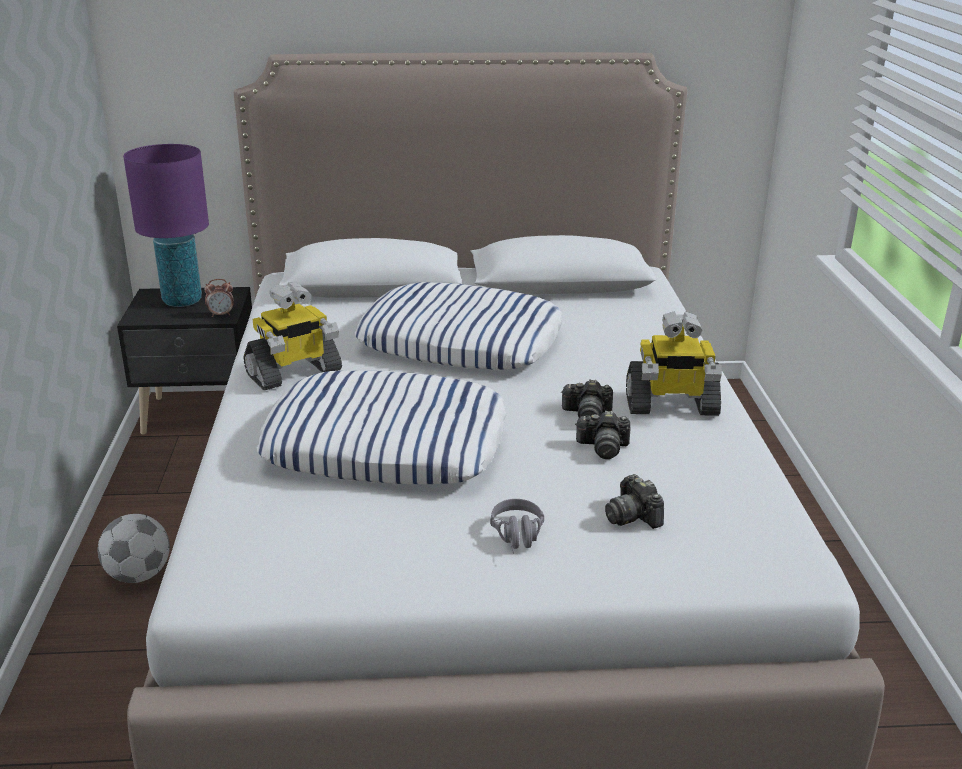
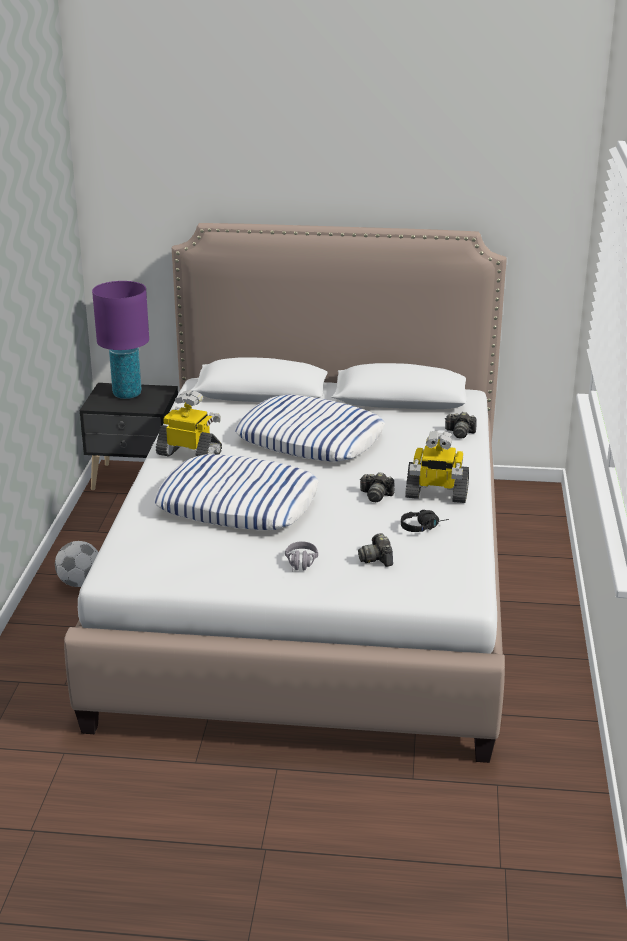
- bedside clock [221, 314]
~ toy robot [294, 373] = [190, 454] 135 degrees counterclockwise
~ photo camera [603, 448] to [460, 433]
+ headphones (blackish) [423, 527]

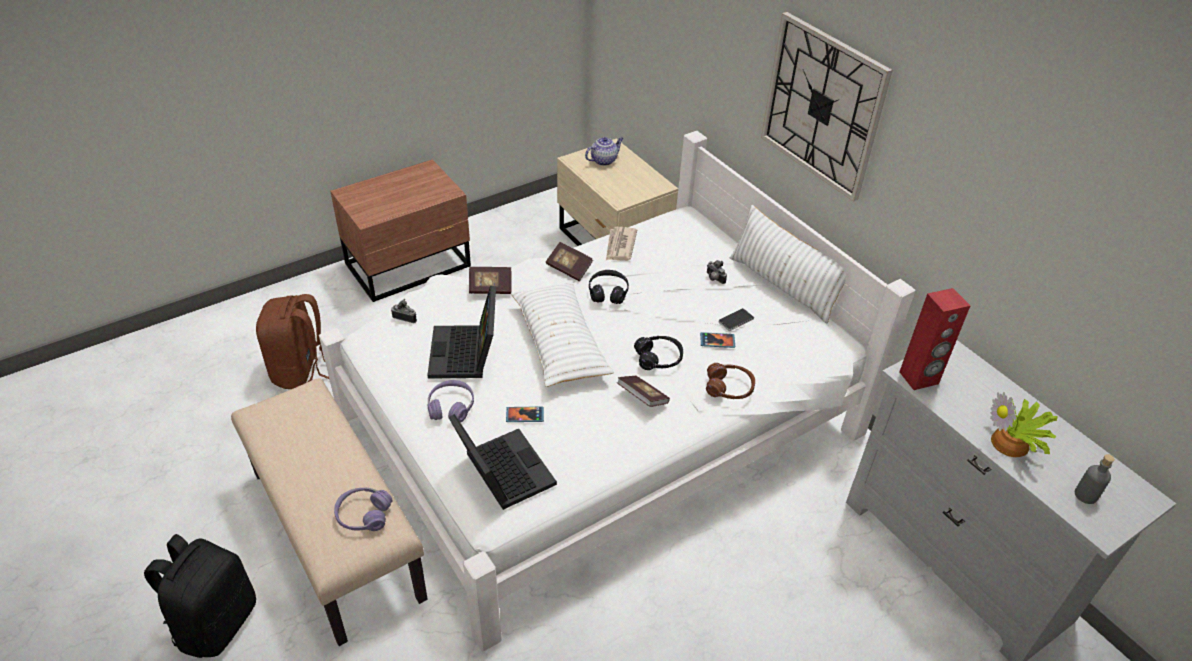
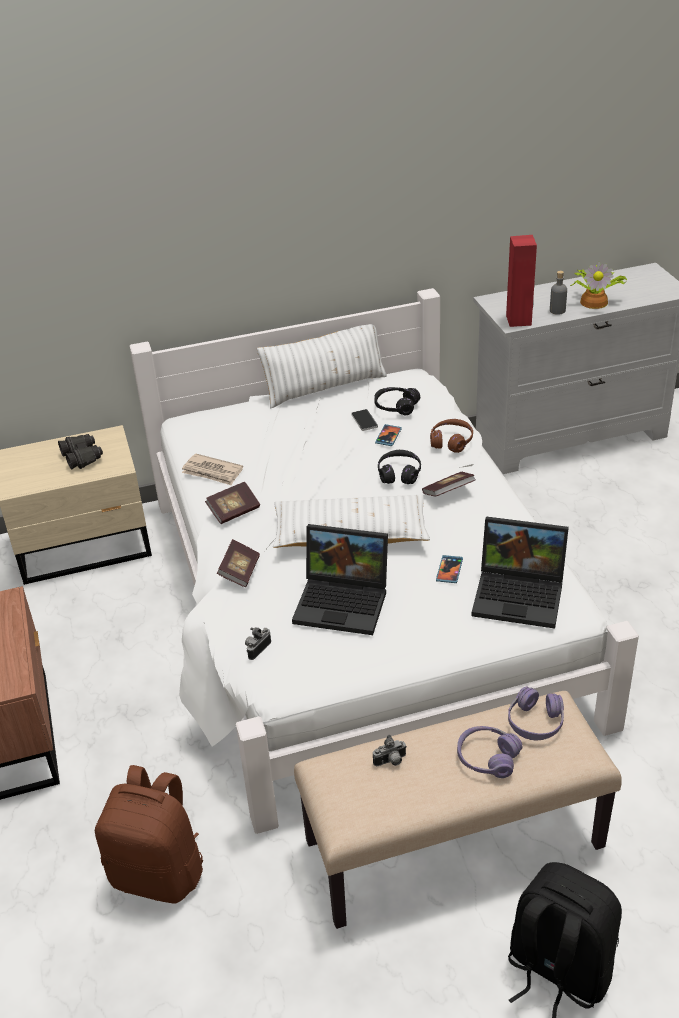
- wall clock [822, 106]
- tea pot [604, 160]
~ photo camera [714, 279] to [391, 762]
~ headphones (blackish) [608, 292] to [396, 407]
~ headphones (purplish) [451, 407] to [487, 758]
~ notebook computer [501, 471] = [521, 595] 150 degrees counterclockwise
~ bottle (gray) [1085, 495] to [557, 310]
+ field glasses (blackish) [82, 457]

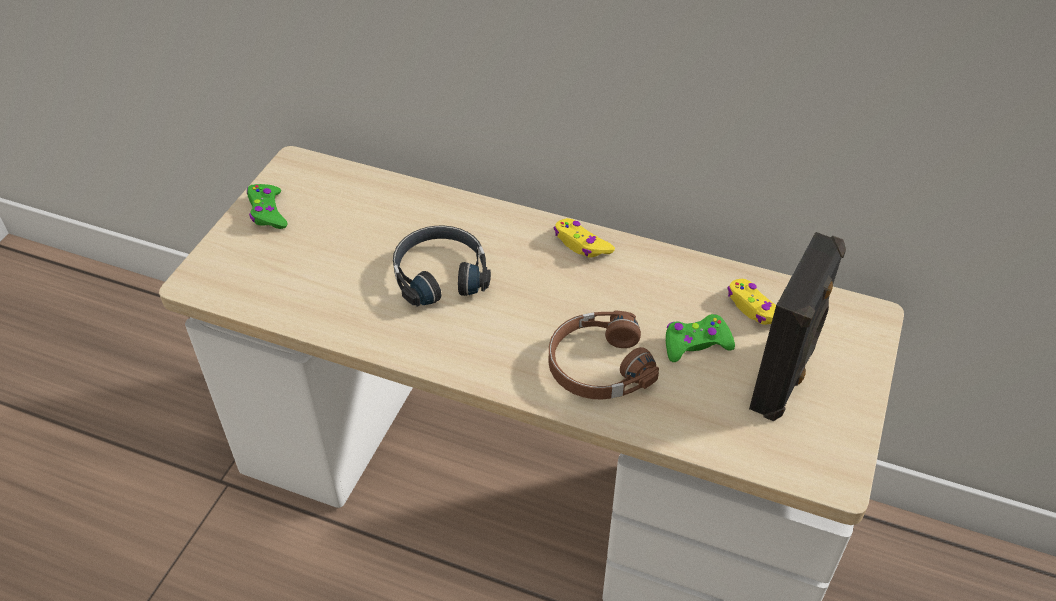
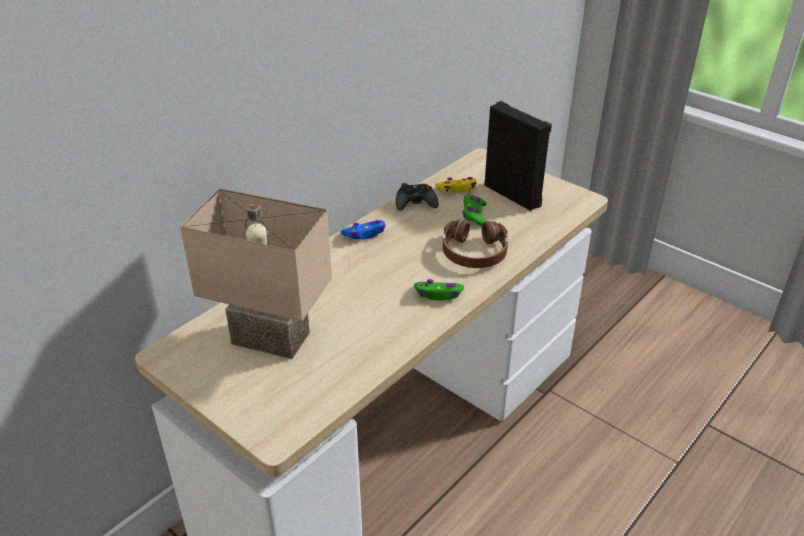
~ gamepad (green-coloured) [267, 212] to [438, 294]
~ gamepad (yellowish) [581, 244] to gamepad (blue-coloured) [365, 234]
- headphones (blackish) [440, 274]
+ gamepad (blackish) [415, 203]
+ table lamp (sand-coloured) [273, 336]

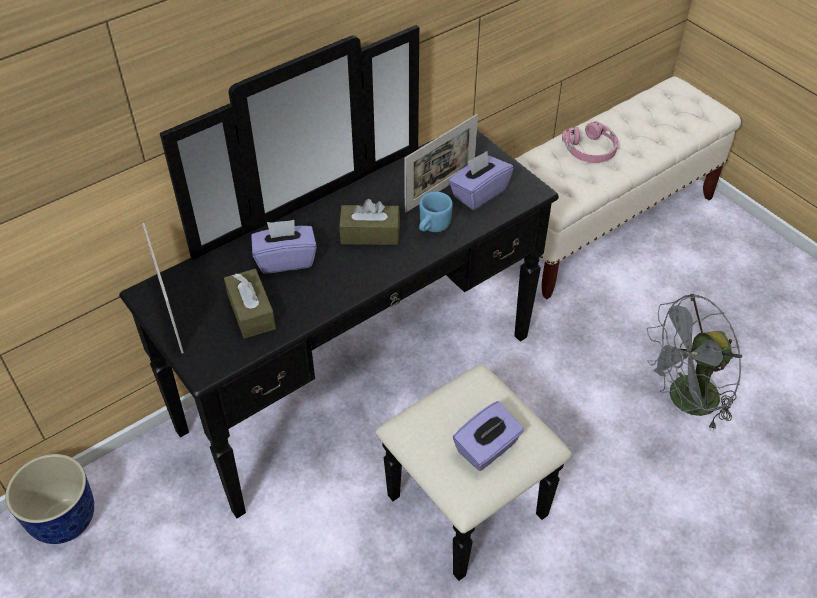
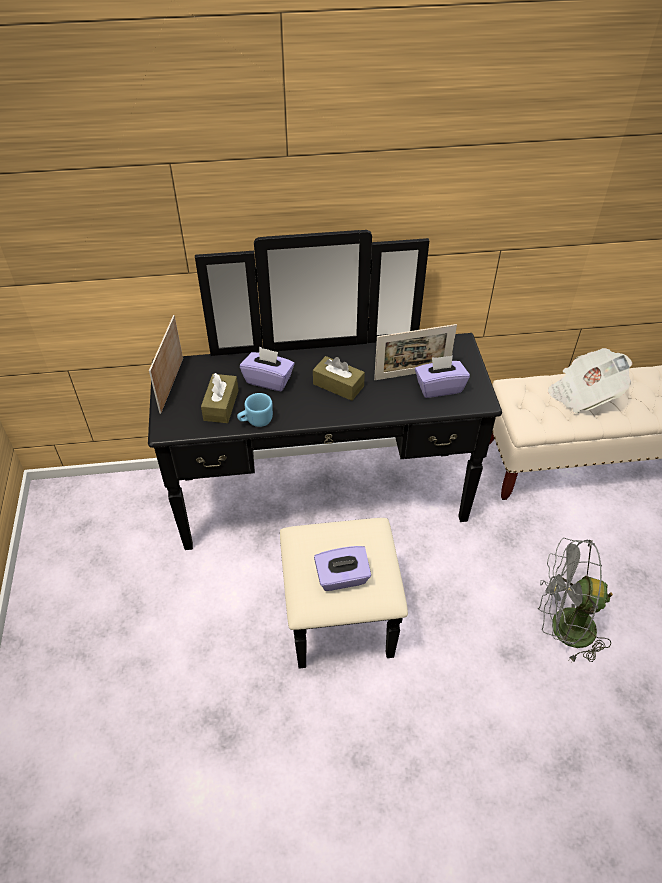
~ headphones (pink) [590, 150] to daily paper [584, 394]
~ coffee mug (blue-coloured) [432, 227] to [255, 421]
- planter [64, 520]

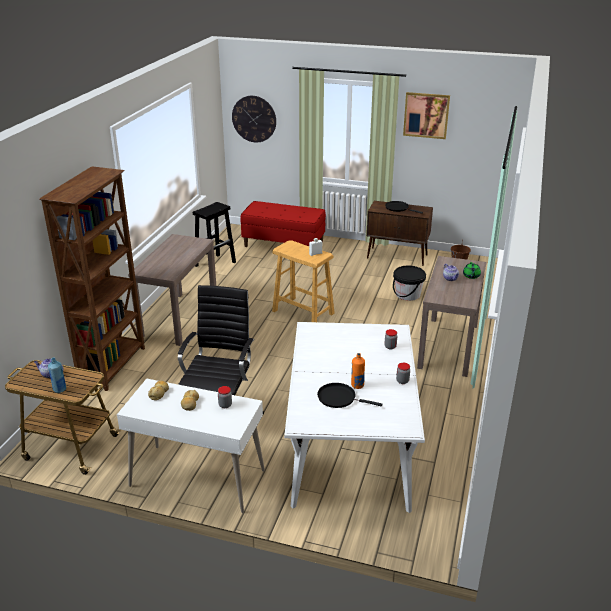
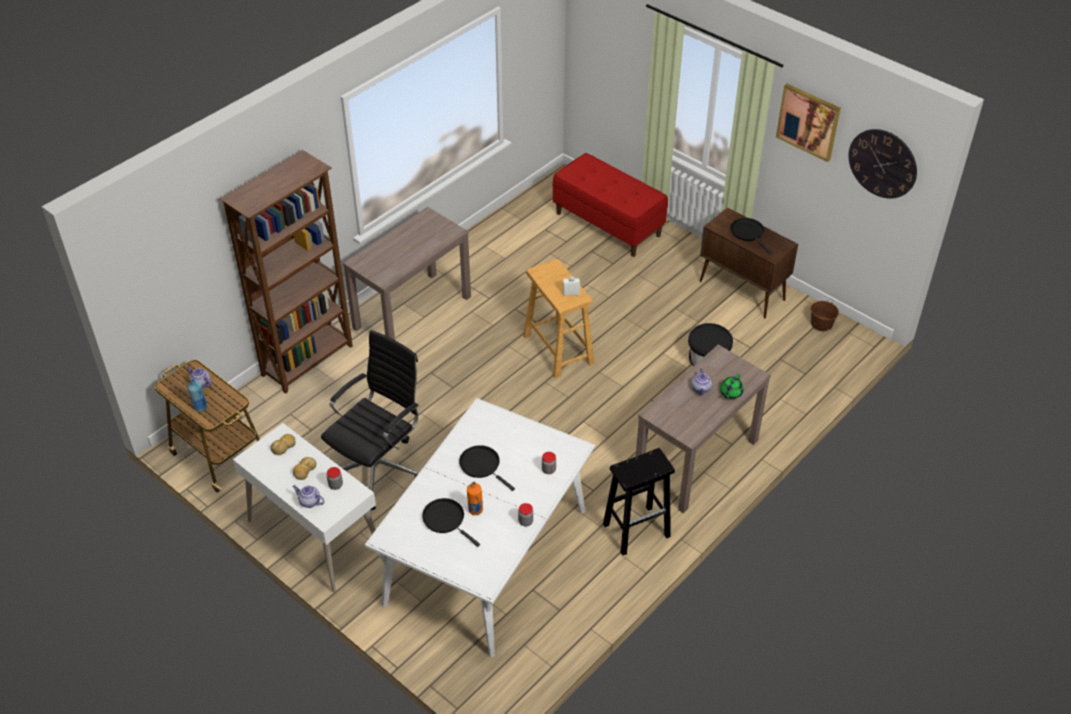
~ wall clock [254, 119] to [882, 163]
~ sitting stool (blackish) [215, 264] to [637, 530]
+ frying pan (blackish) [482, 465]
+ tea pot [309, 502]

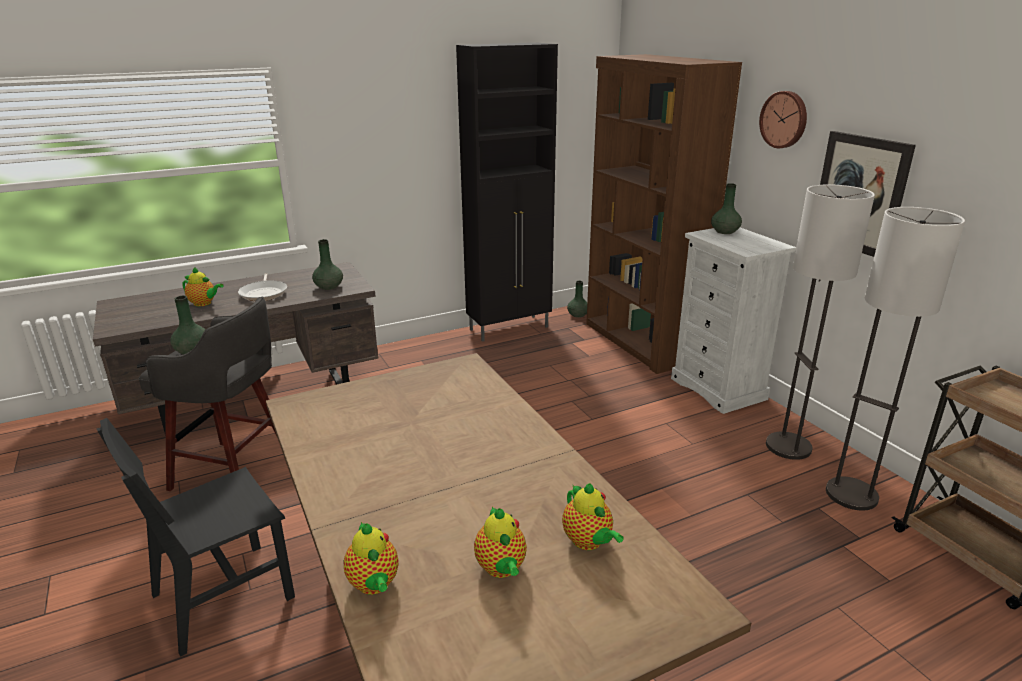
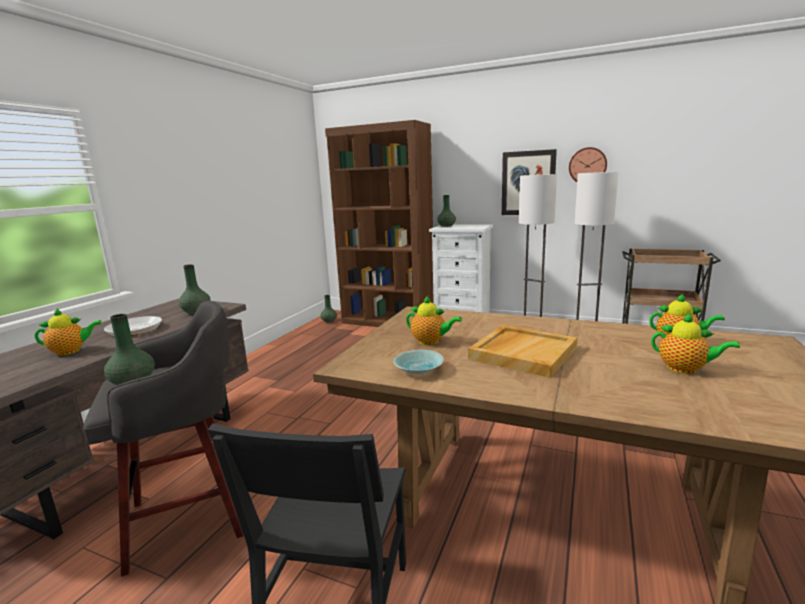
- storage cabinet (blackish) [510, 328]
~ wall clock [784, 119] to [587, 166]
~ tea pot [374, 585] to [431, 342]
+ tray (sand-coloured) [522, 353]
+ serving bowl (turquoise) [420, 370]

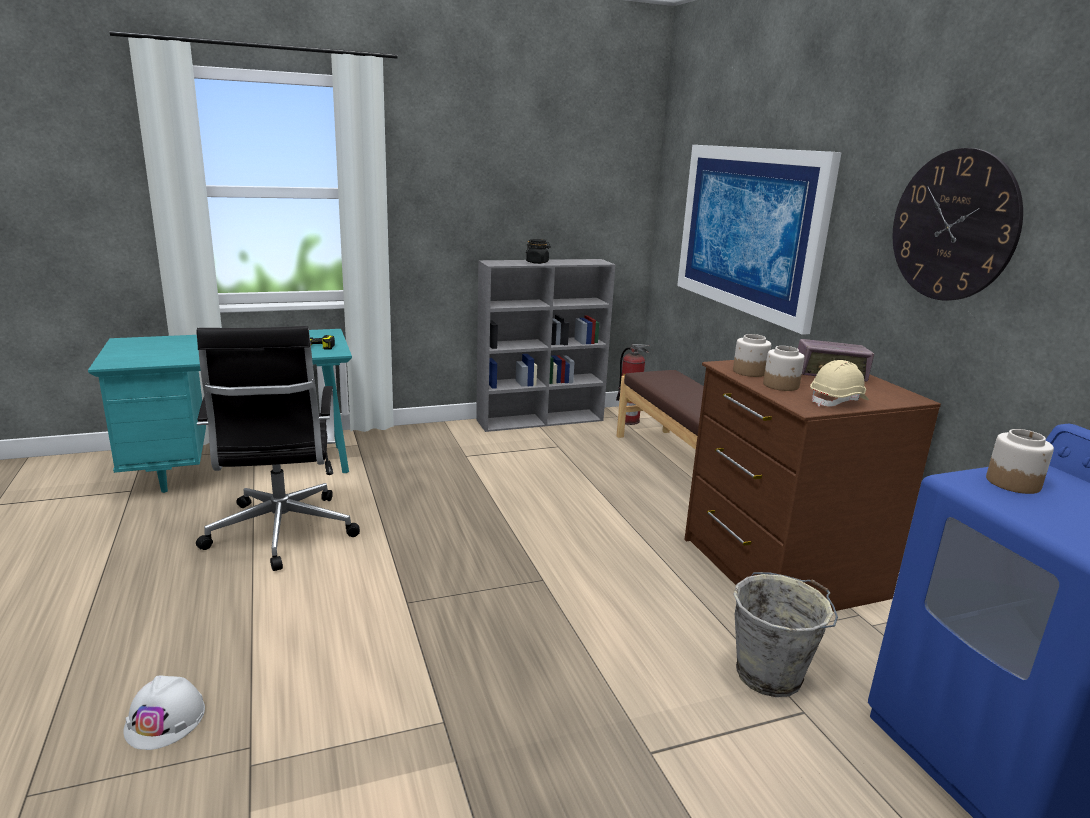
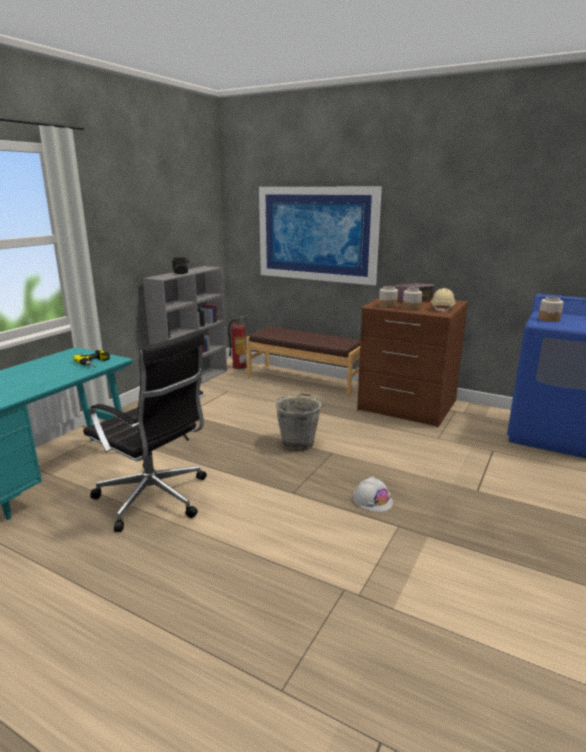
- wall clock [953, 226]
~ water bucket (gray) [771, 674] to [298, 443]
~ safety helmet (whitish) [165, 719] to [372, 500]

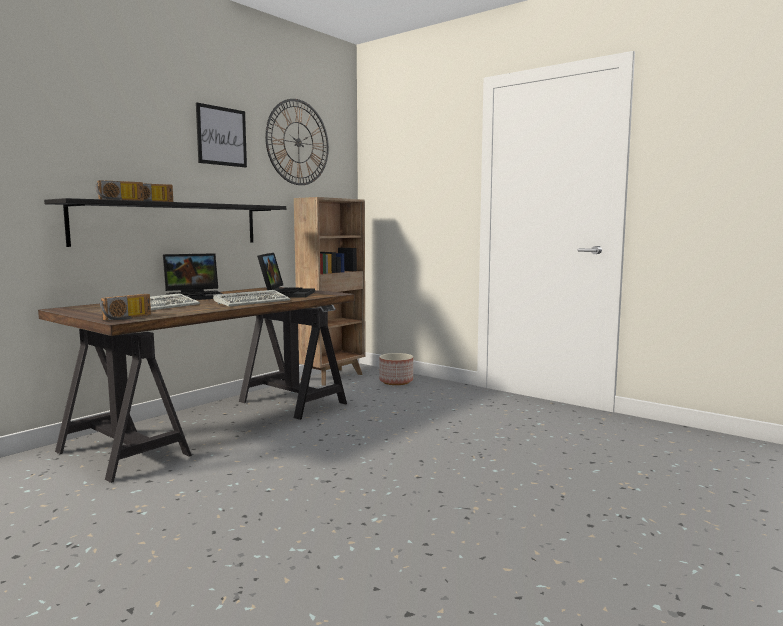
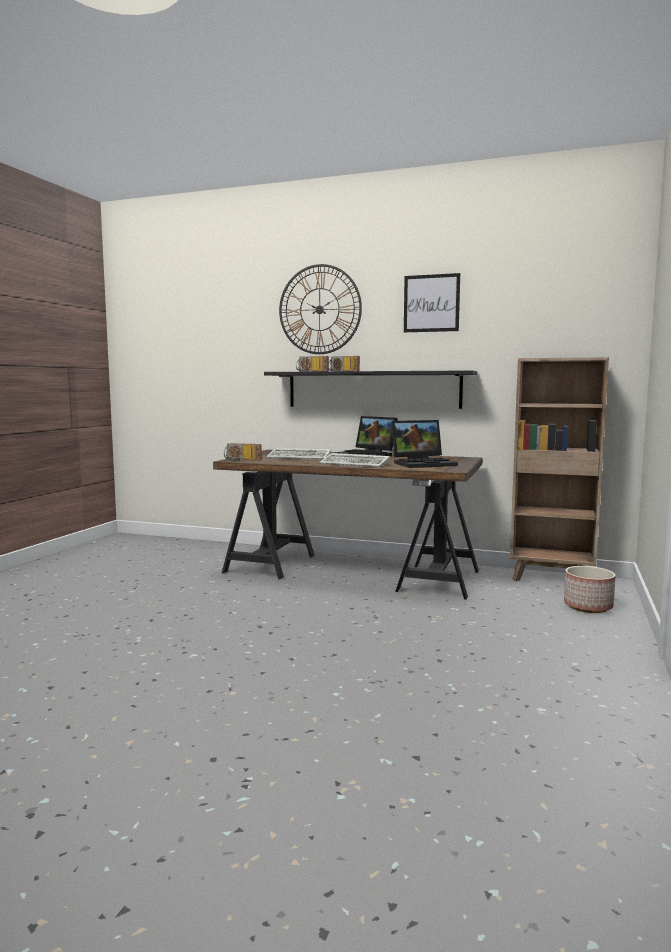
~ wall clock [298, 142] to [319, 309]

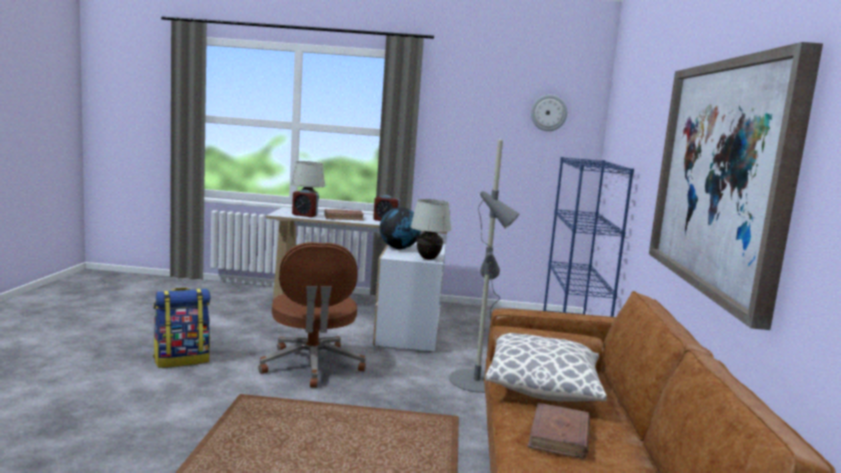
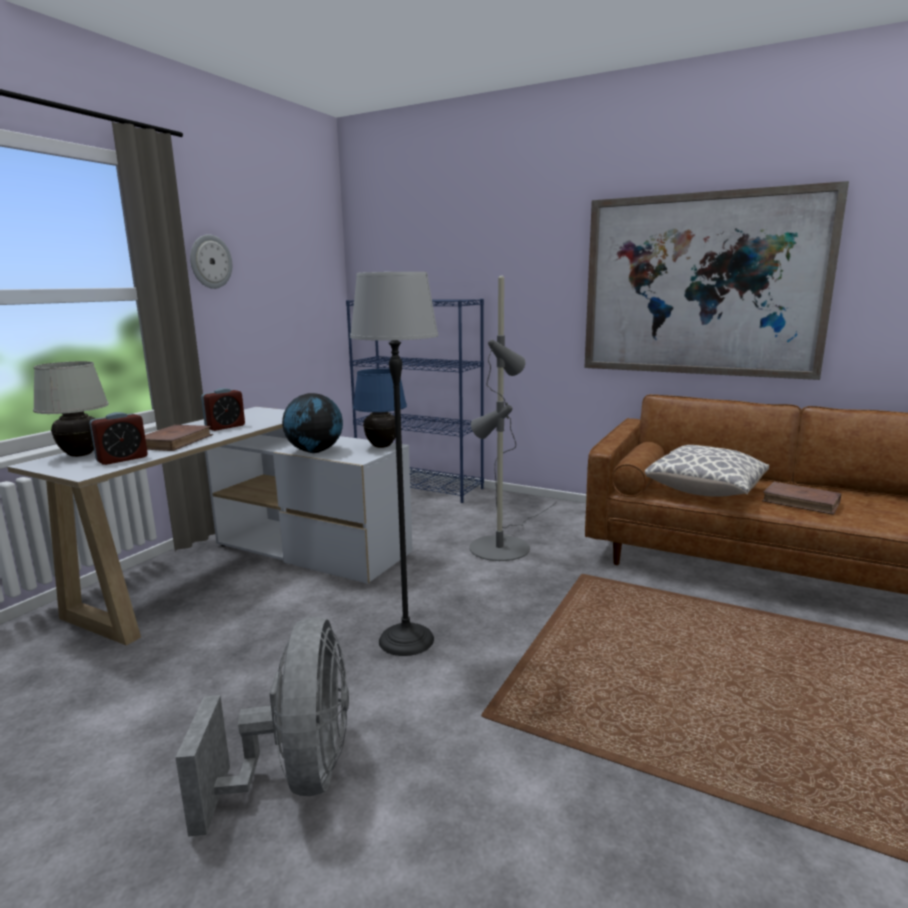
~ wall clock [548, 113] to [210, 261]
~ table lamp (whitish) [428, 258] to table lamp (blue-coloured) [381, 446]
~ office chair (brown-coloured) [312, 366] to standing lamp [406, 640]
~ knapsack [182, 360] to cooling fan (gray) [296, 776]

